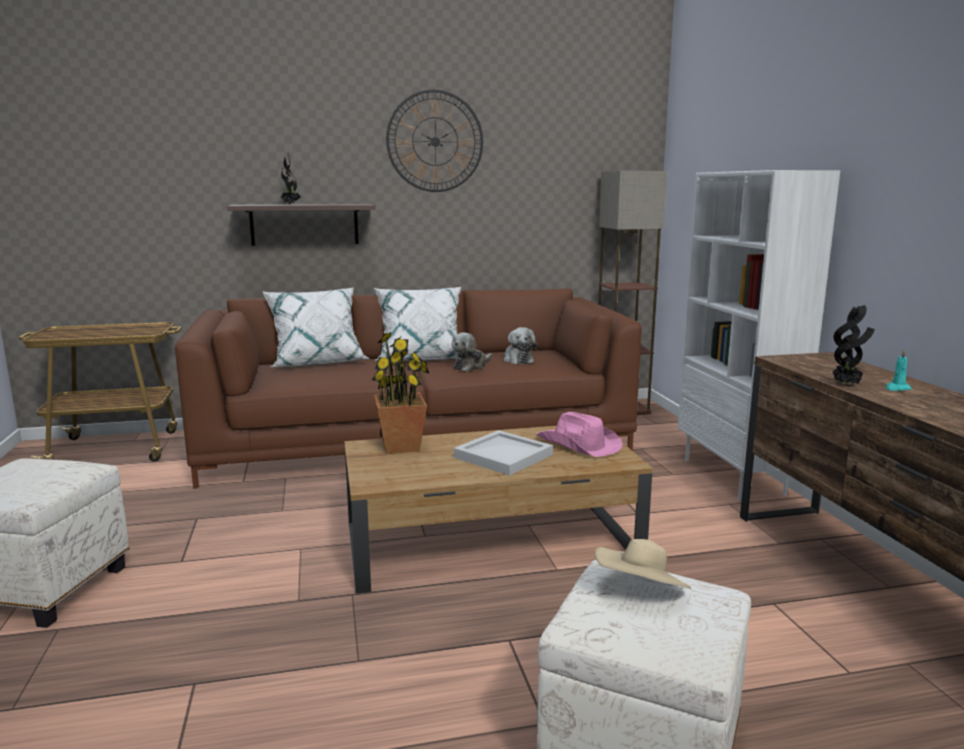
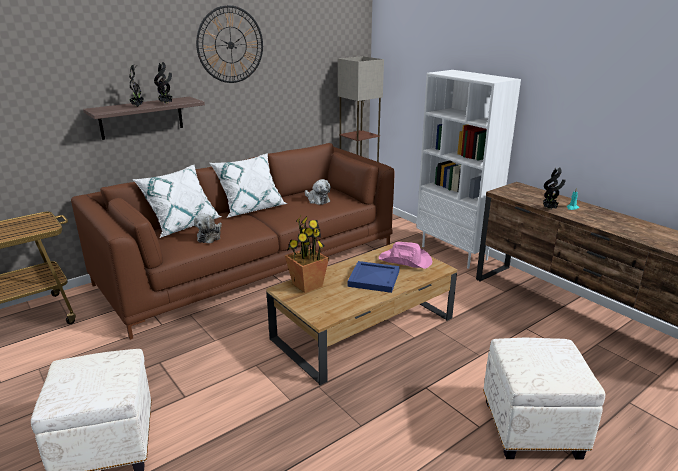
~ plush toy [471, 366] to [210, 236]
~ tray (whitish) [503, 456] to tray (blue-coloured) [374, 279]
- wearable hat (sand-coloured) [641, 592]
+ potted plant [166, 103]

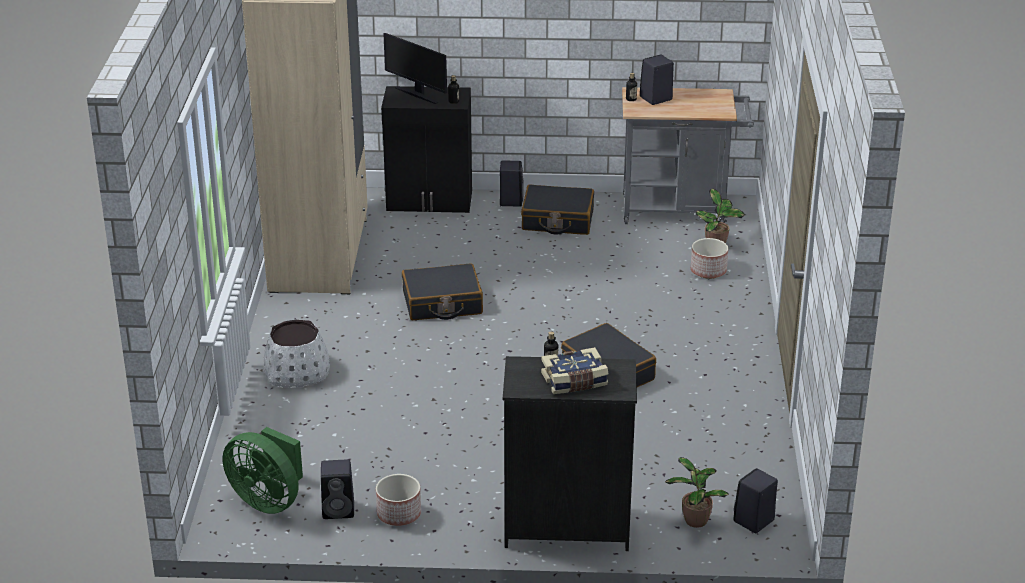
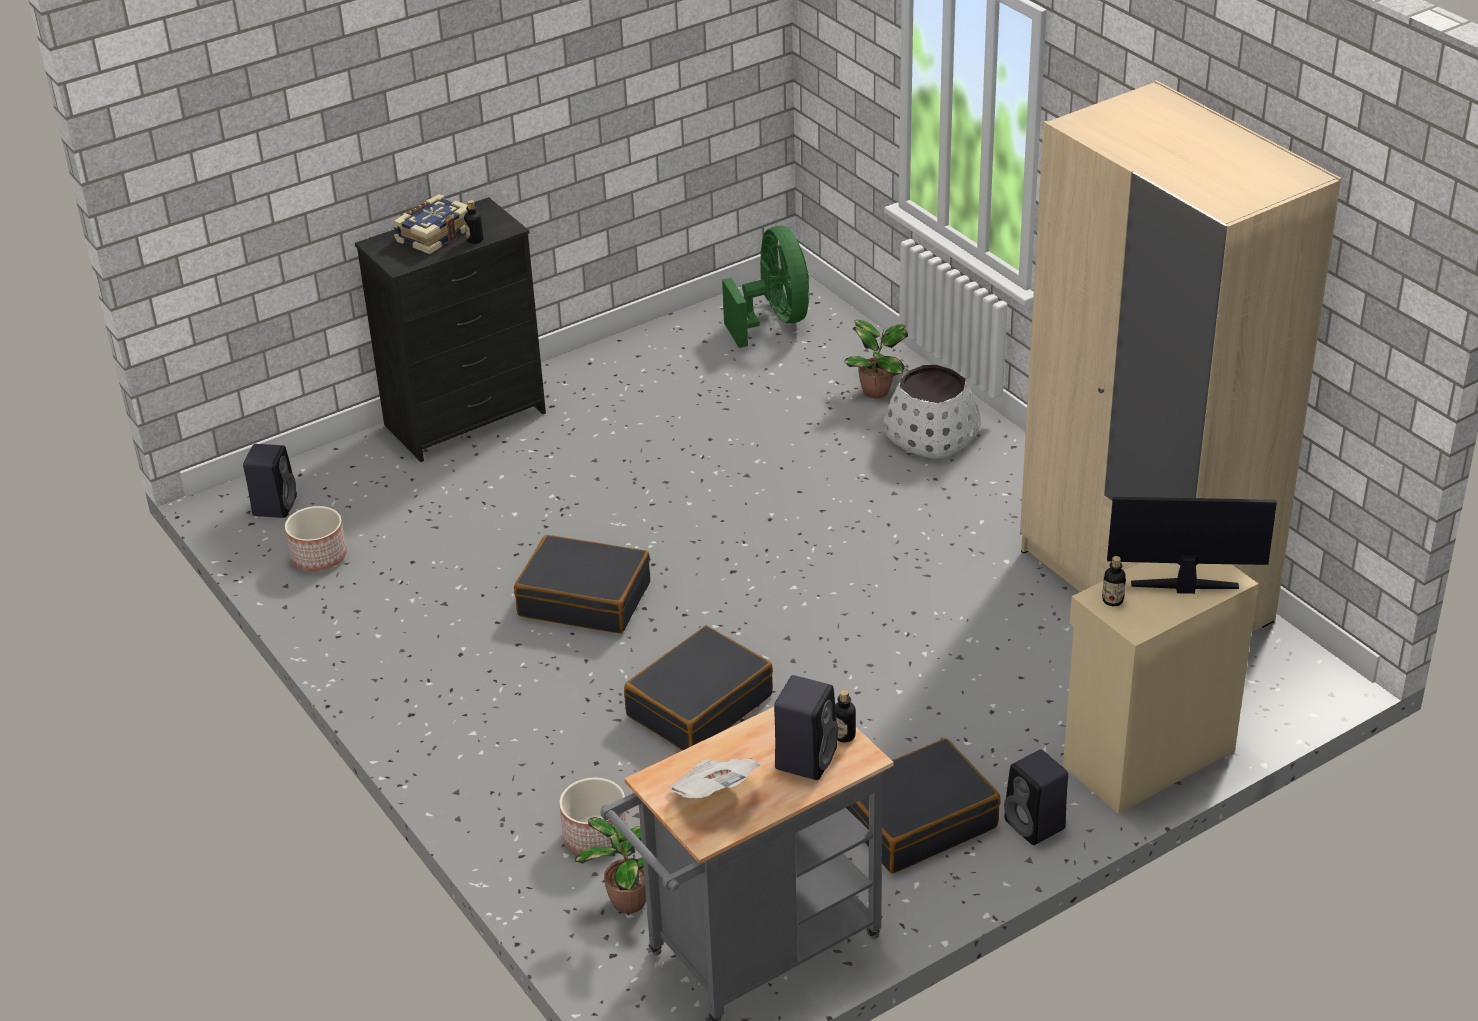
~ storage cabinet (blackish) [430, 201] to storage cabinet (sand-coloured) [1146, 756]
~ travel case (blackish) [442, 303] to [699, 705]
~ cooling fan (green-coloured) [268, 500] = [774, 320] 75 degrees clockwise
~ potted plant [694, 520] to [878, 391]
- audio speaker (blackish) [339, 509]
~ planter [399, 514] to [318, 557]
+ daily paper [714, 793]

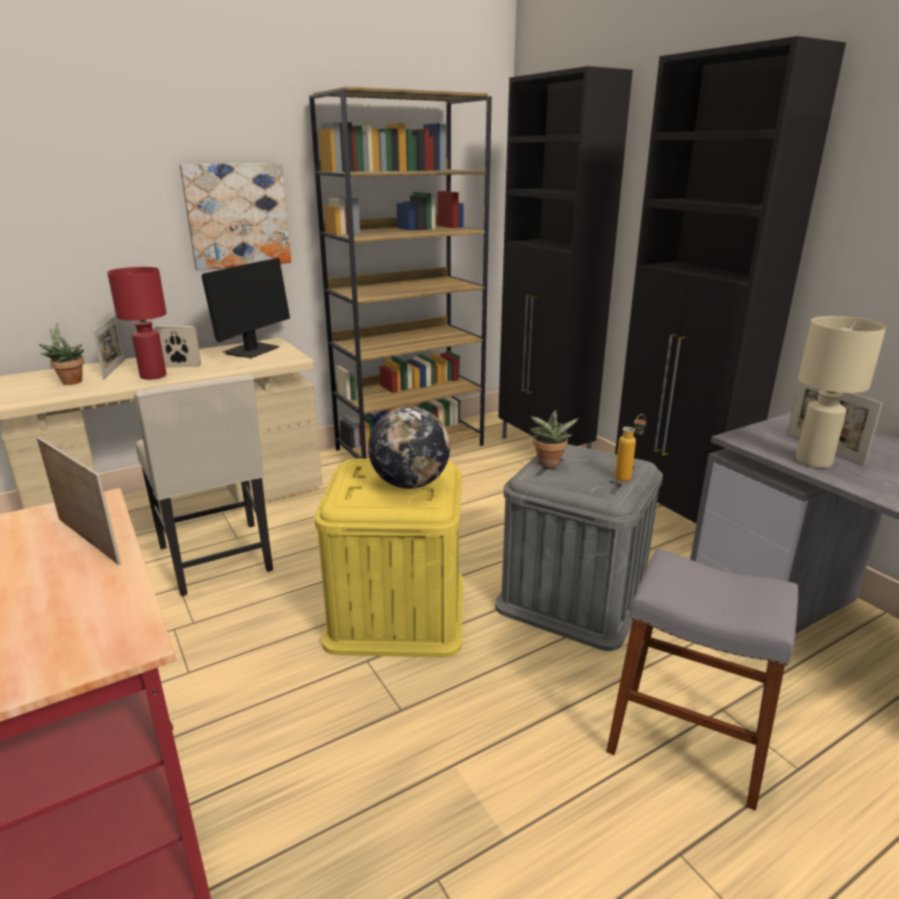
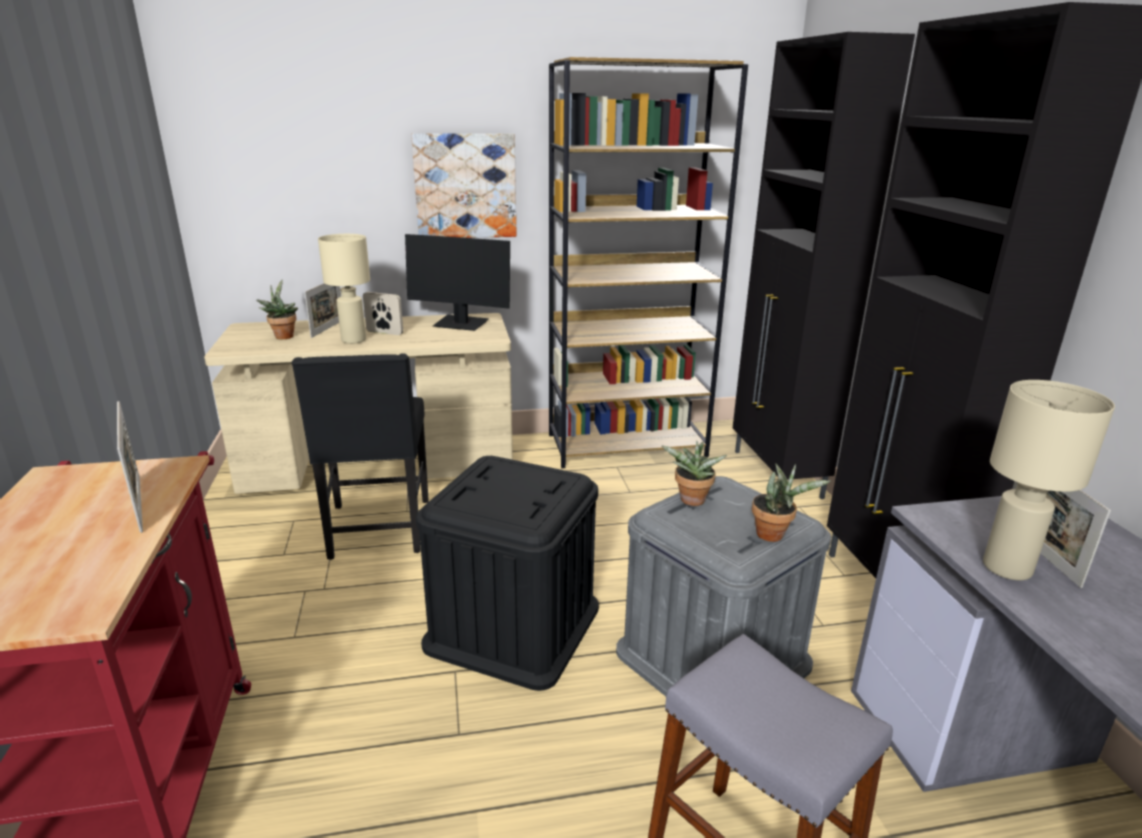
~ computer display [252, 351] = [461, 324] 60 degrees clockwise
~ table lamp (reddish) [152, 376] to table lamp (sand-coloured) [353, 340]
~ chair (sand-coloured) [218, 559] to chair (blackish) [378, 530]
- globe [410, 484]
~ bottle [627, 476] to potted plant [774, 535]
~ storage container (yellowish) [397, 611] to storage container (blackish) [513, 625]

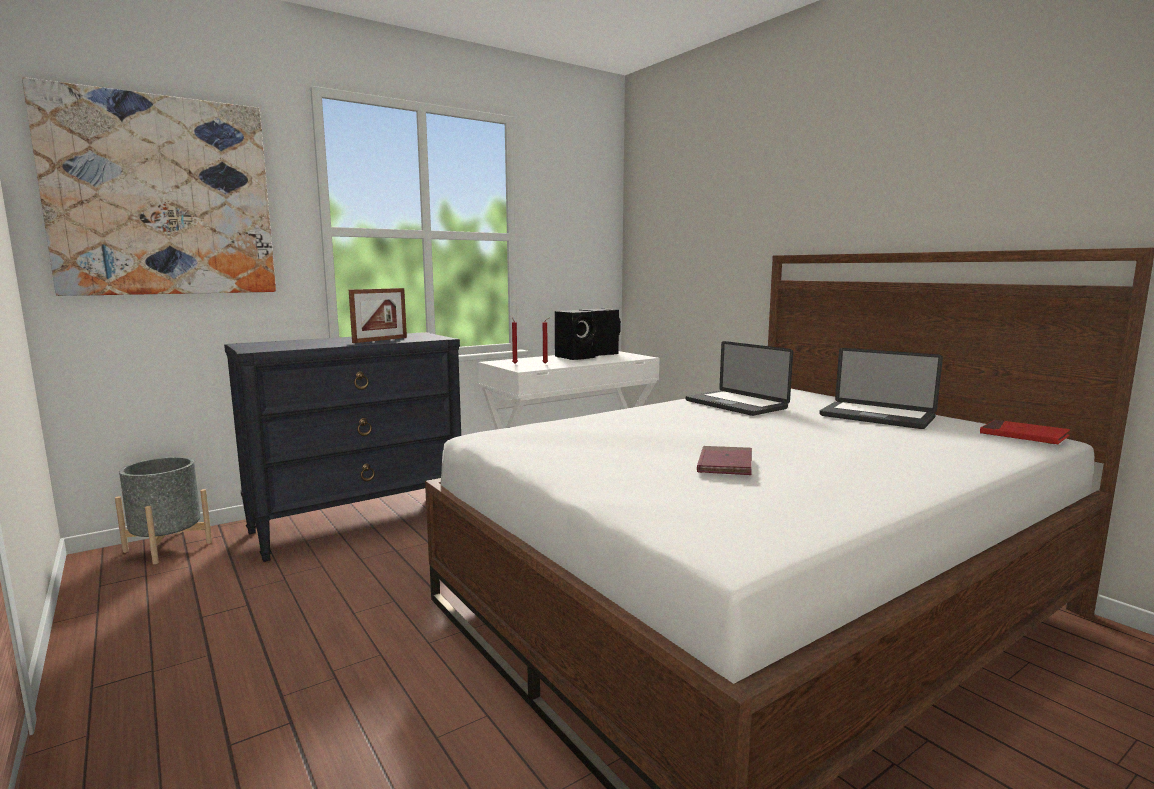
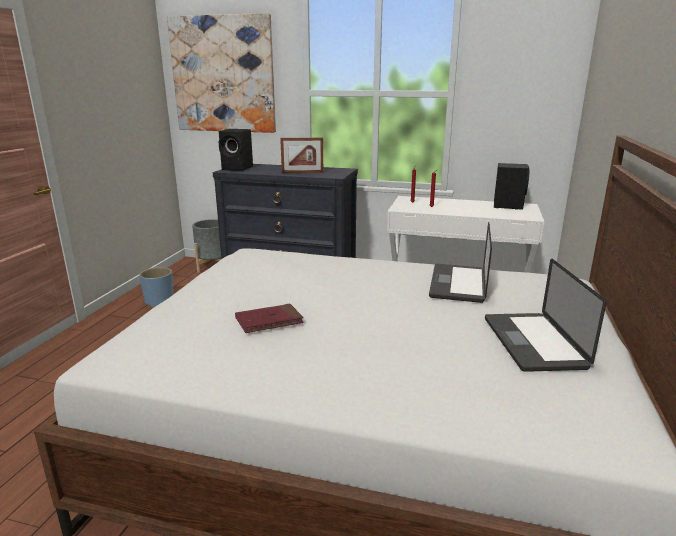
~ audio speaker (blackish) [576, 357] to [238, 168]
- book (reddish) [1023, 436]
+ planter (blue-coloured) [159, 301]

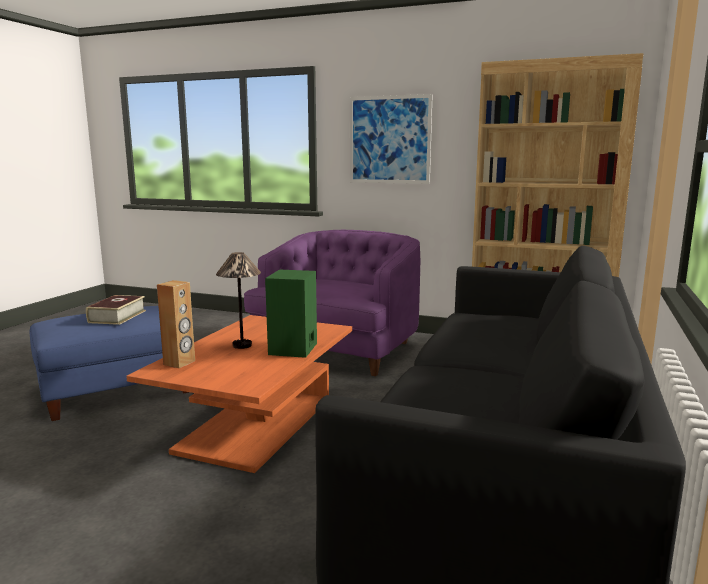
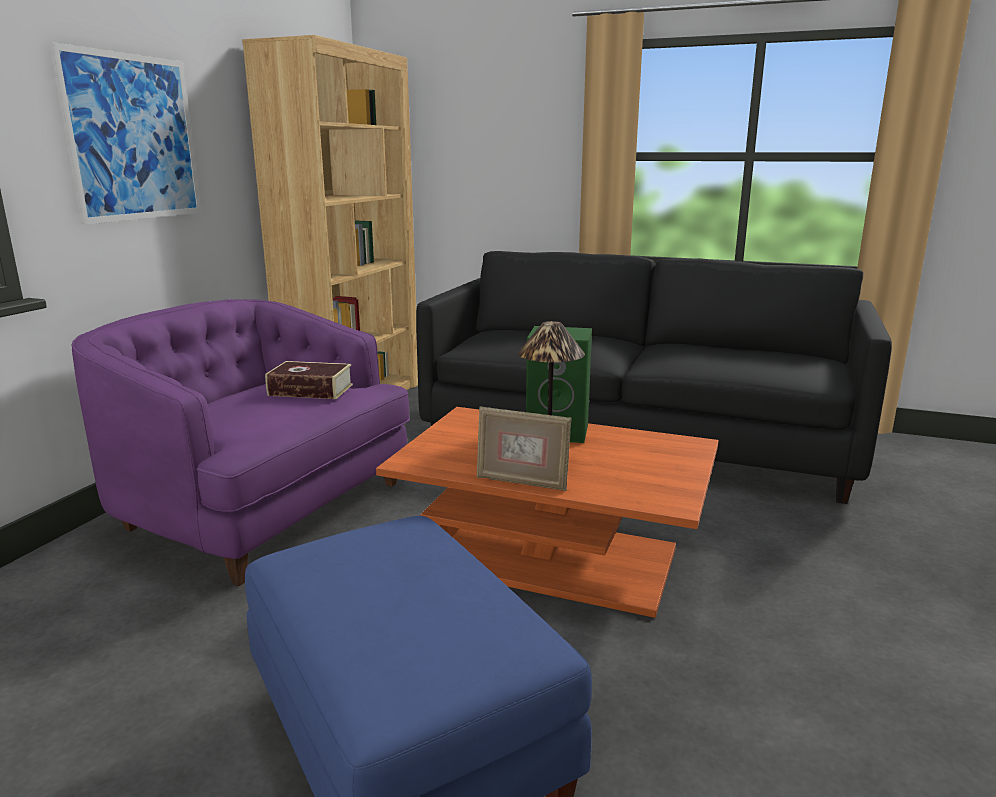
- audio speaker (brown-coloured) [179, 363]
~ book [117, 316] to [310, 390]
+ standing frame [522, 482]

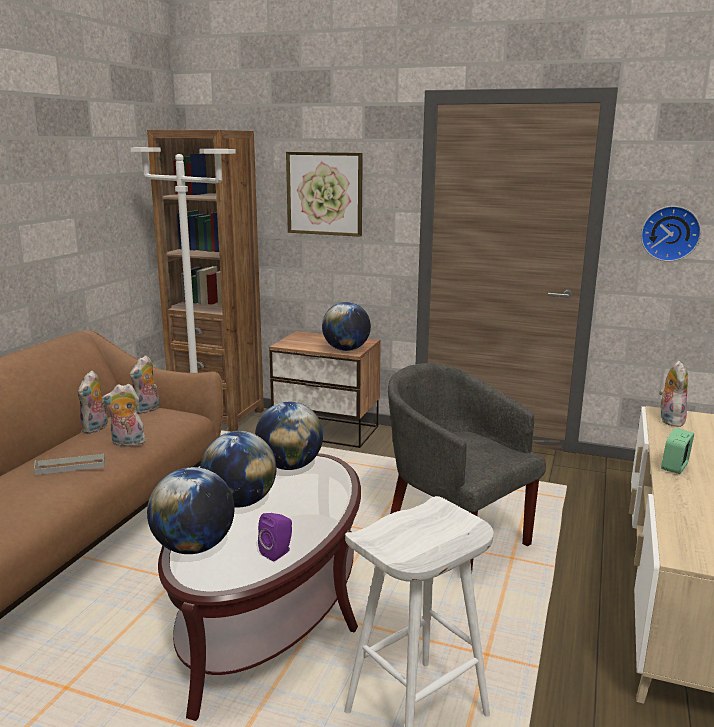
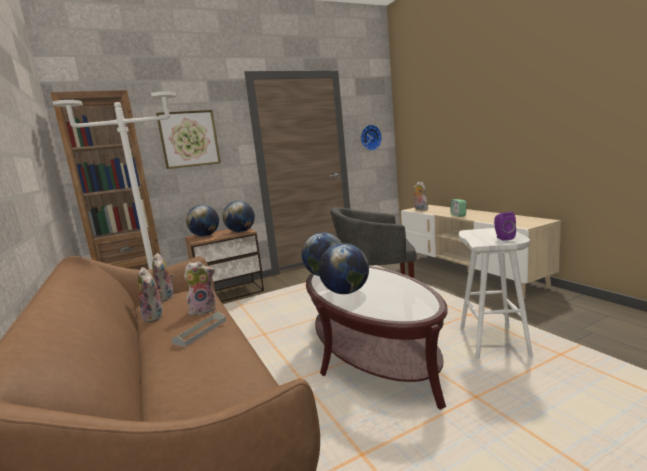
~ plush toy [127, 443] = [203, 310] 150 degrees counterclockwise
~ globe [194, 547] to [205, 236]
~ audio speaker (purplish) [278, 552] to [503, 238]

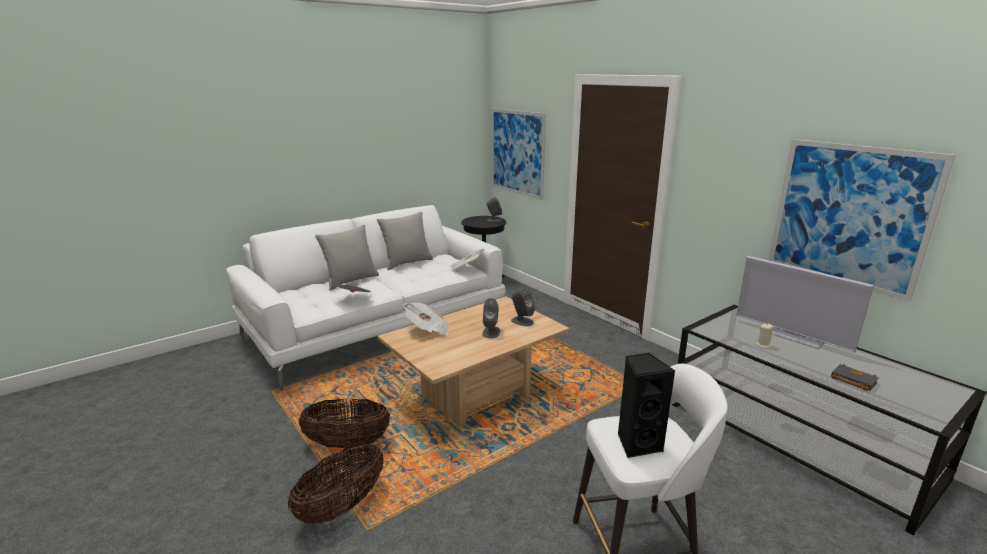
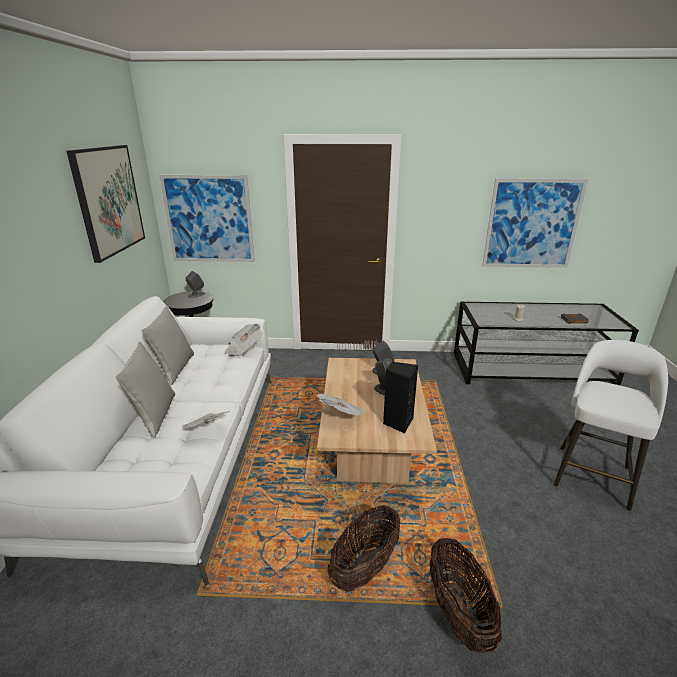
- TV [792, 336]
~ audio speaker (blackish) [637, 444] to [397, 422]
+ wall picture [108, 200]

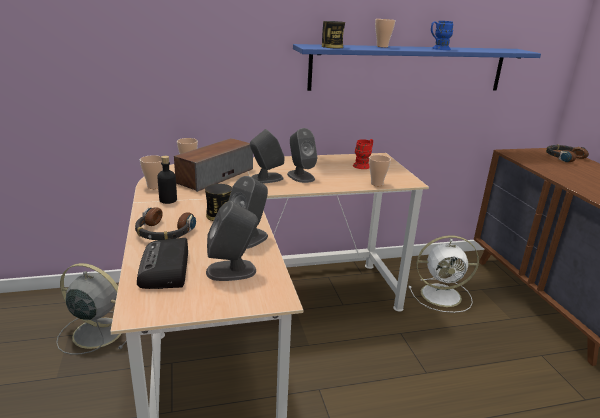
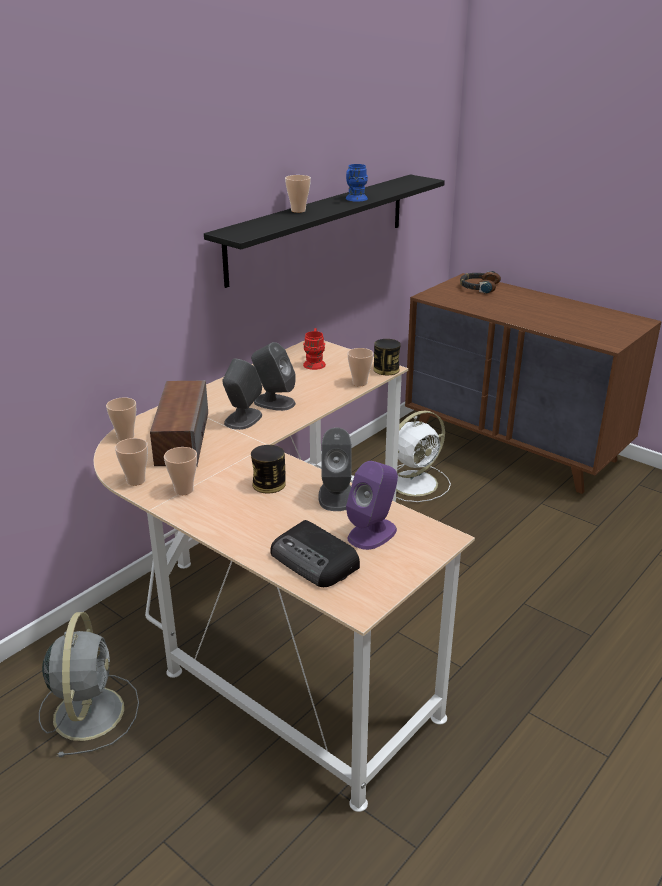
~ metal can [332, 47] to [386, 370]
~ wall shelf (blue-coloured) [409, 68] to wall shelf (blackish) [319, 227]
~ bottle (blackish) [168, 200] to cup [184, 490]
~ audio speaker (gray) [232, 271] to audio speaker (purplish) [372, 533]
- headphones [164, 232]
~ cooling fan (gray) [96, 332] = [89, 710] 105 degrees clockwise

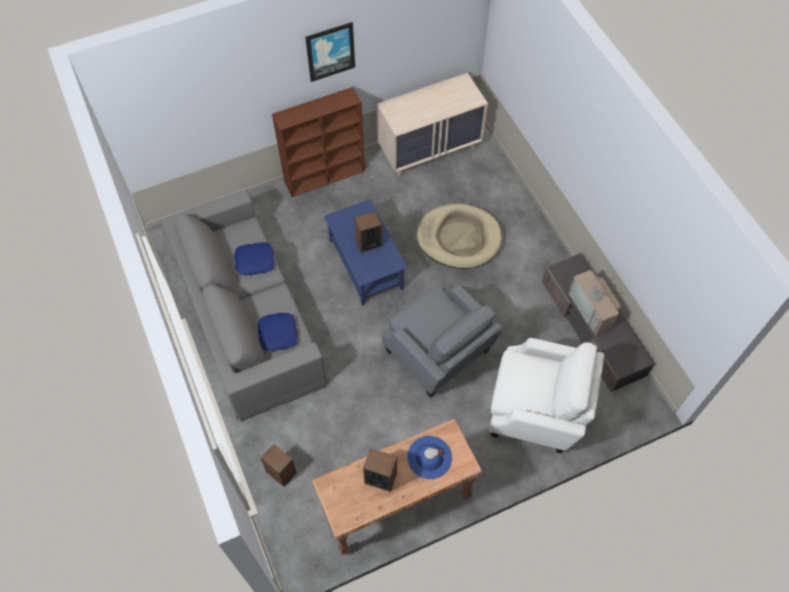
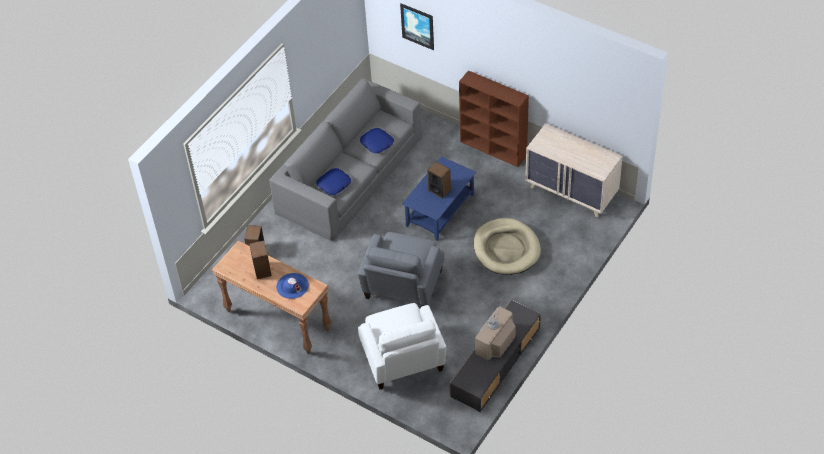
~ wall picture [330, 51] to [418, 26]

